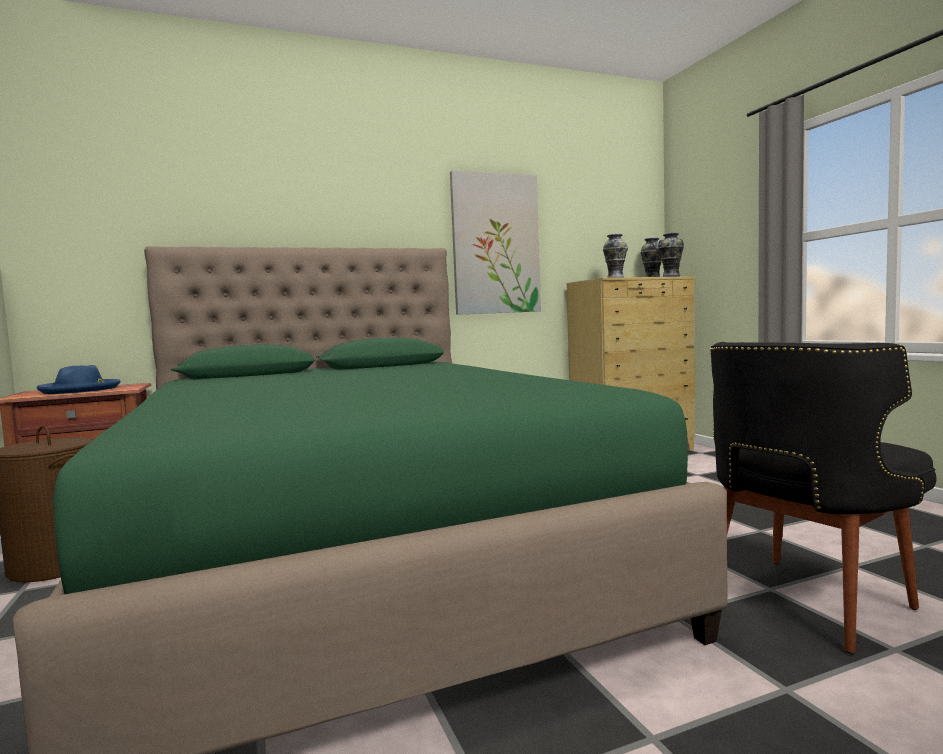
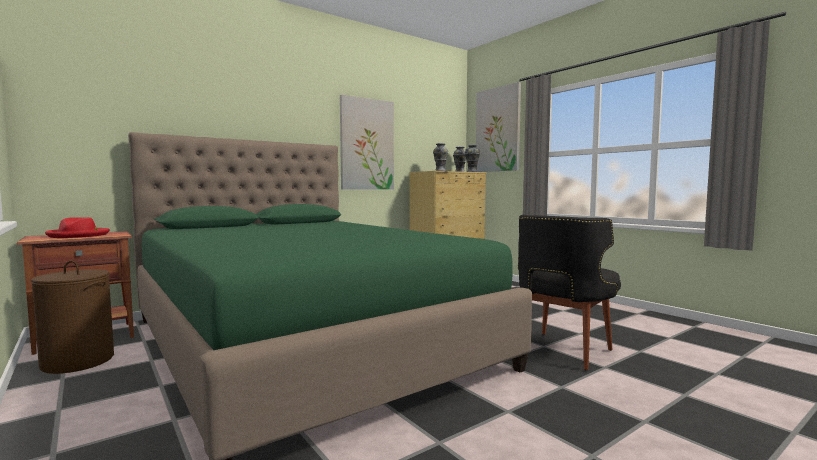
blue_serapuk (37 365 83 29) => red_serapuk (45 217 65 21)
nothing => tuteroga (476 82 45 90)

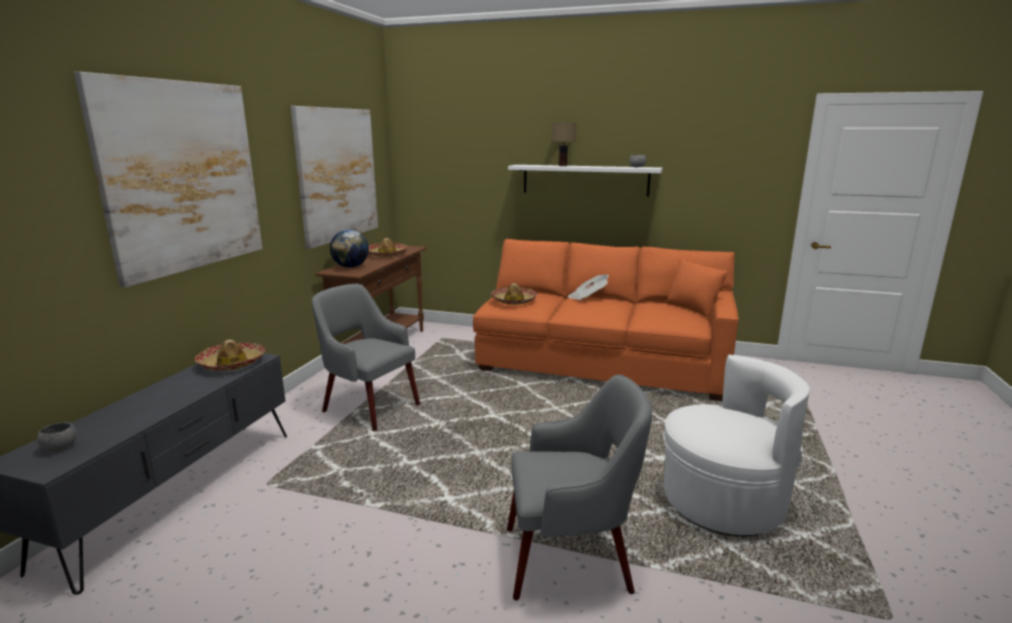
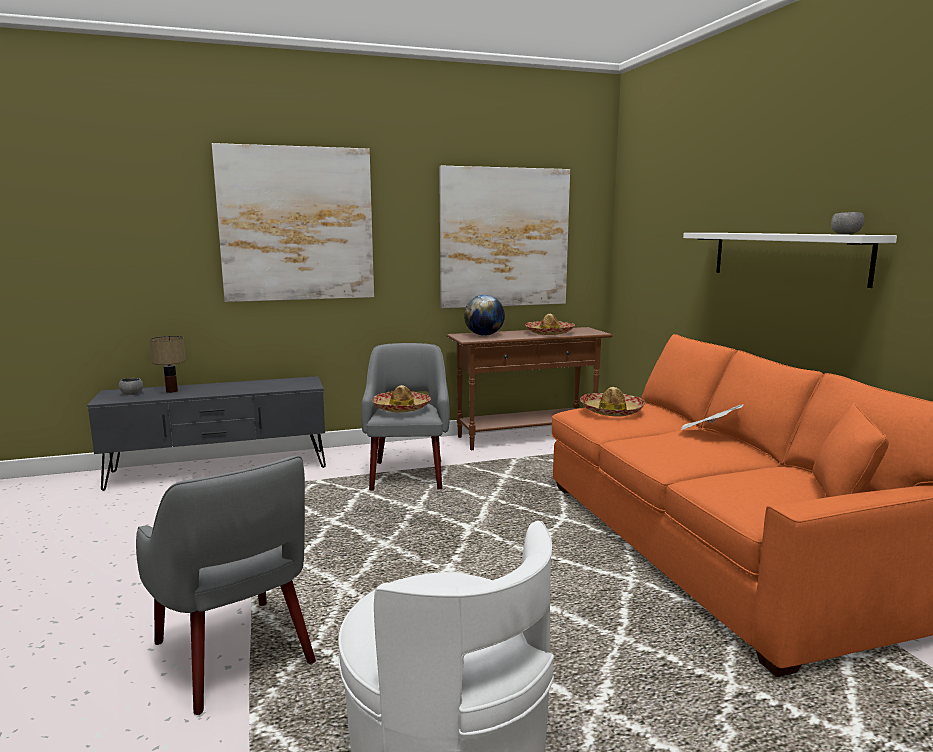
serapuk (195 340 70 31) => serapuk (372 385 59 28), moved
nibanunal (552 123 24 43) => nibanunal (149 336 37 57), moved

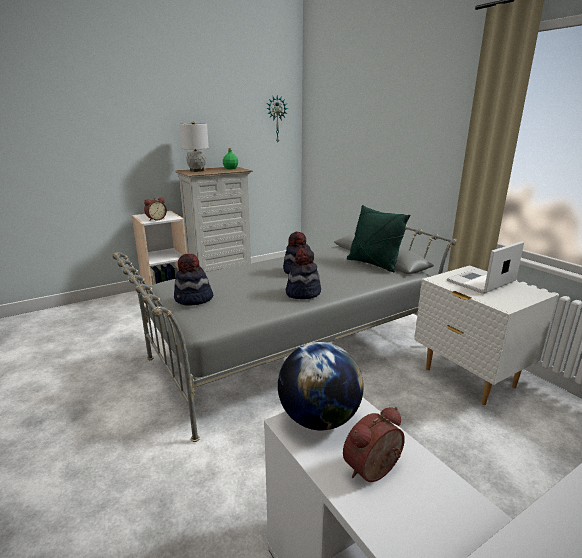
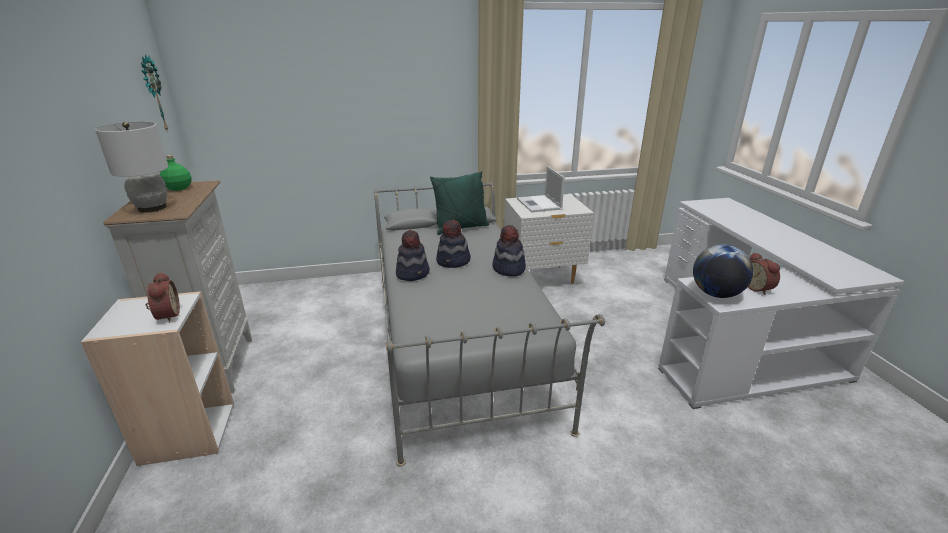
serapuk (174 254 39 52) => serapuk (396 230 34 51), moved

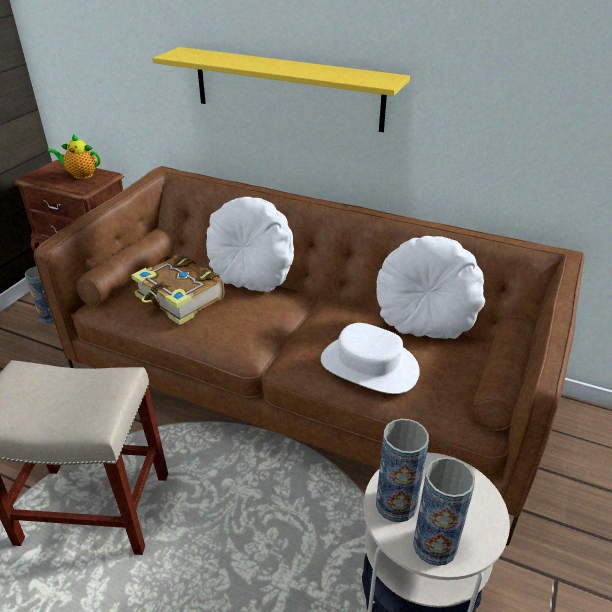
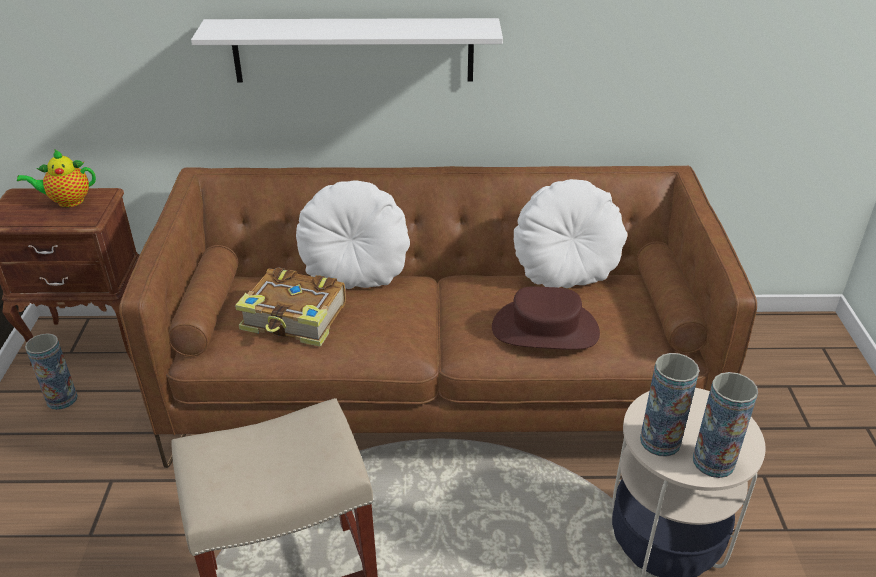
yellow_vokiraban (152 47 258 85) => white_vokiraban (191 18 312 64)
white_serapuk (321 323 99 71) => brown_serapuk (492 286 108 64)

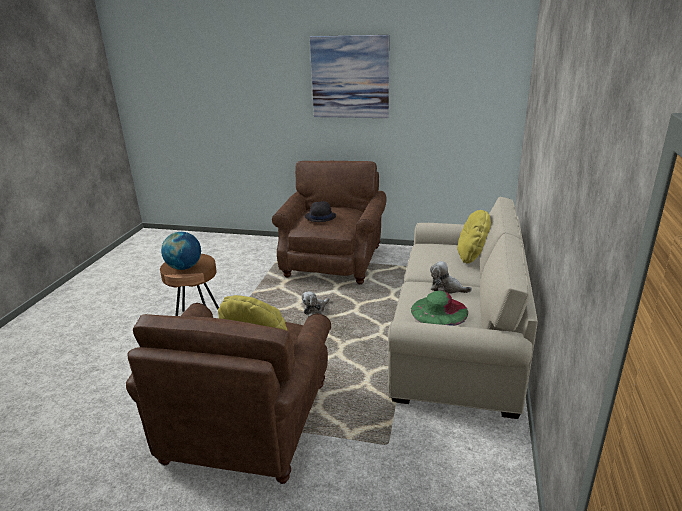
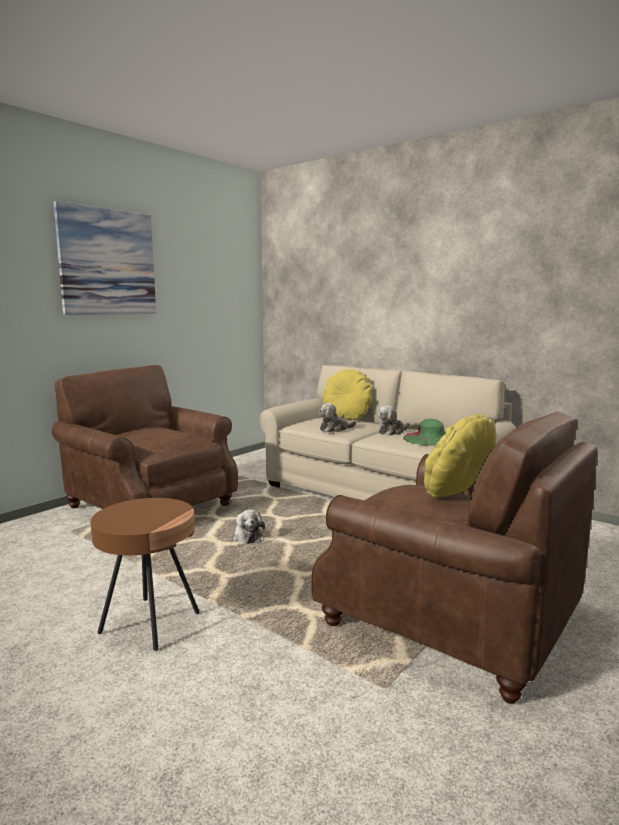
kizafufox (161 232 40 38) => nothing
black_serapuk (305 201 31 21) => nothing
nothing => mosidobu (319 403 37 29)

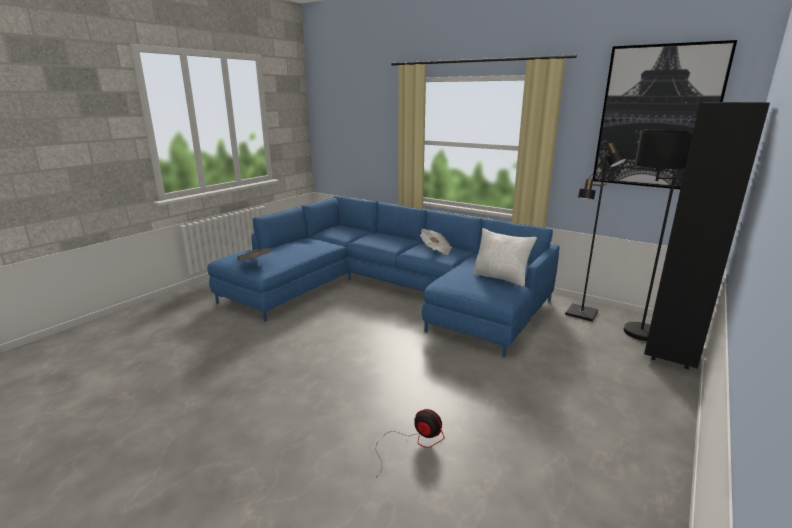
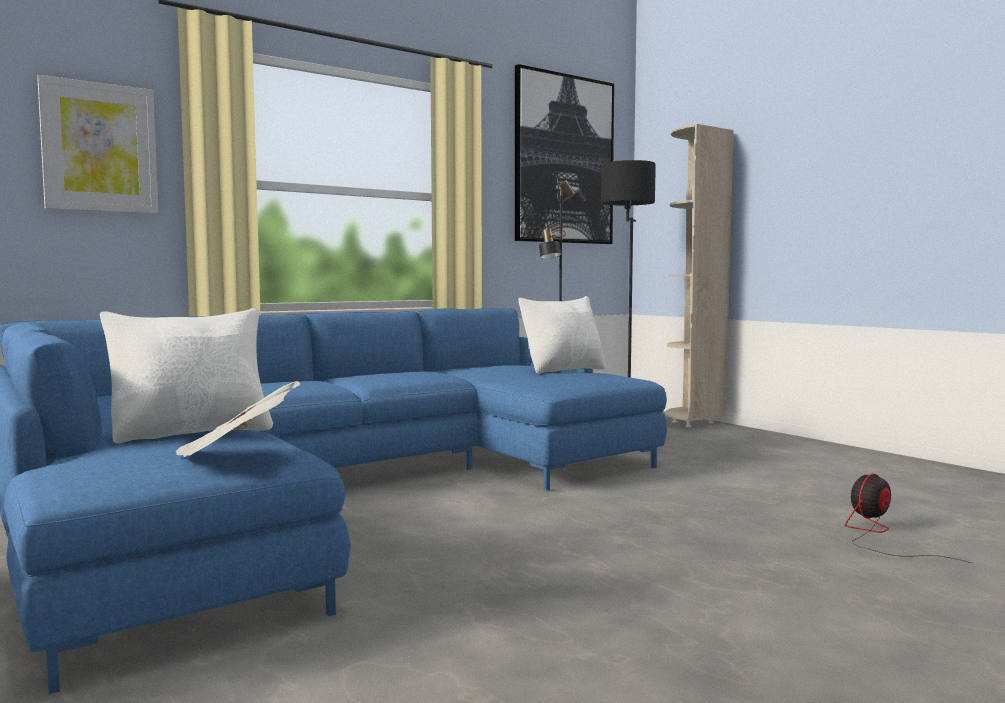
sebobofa (420 229 32 26) => nothing
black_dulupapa (644 102 126 267) => beige_dulupapa (665 124 69 303)
nothing => tuteroga (37 75 121 139)
nothing => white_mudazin (100 308 173 136)

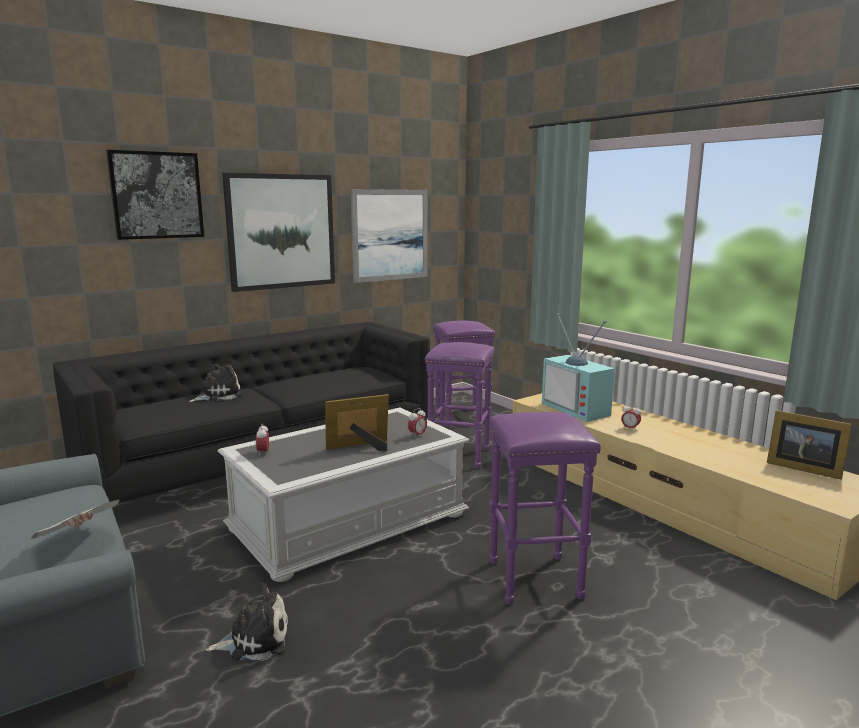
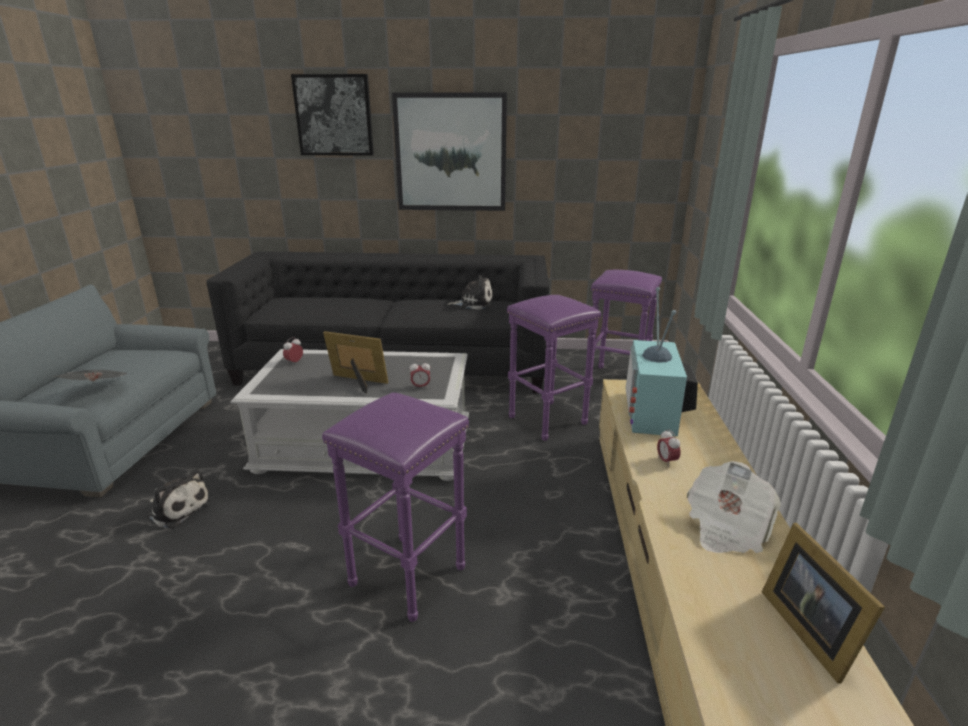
mosidobu (189 363 54 39) => mosidobu (447 275 45 35), moved
tuteroga (350 189 78 94) => nothing
nothing => sebobofa (686 461 95 92)

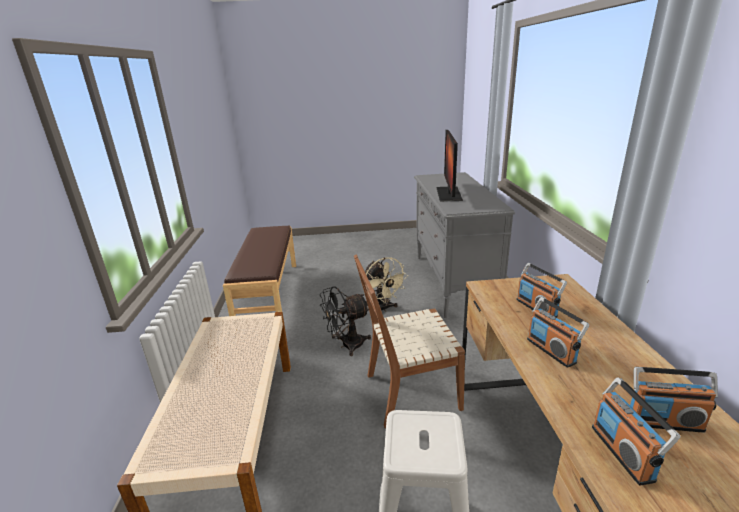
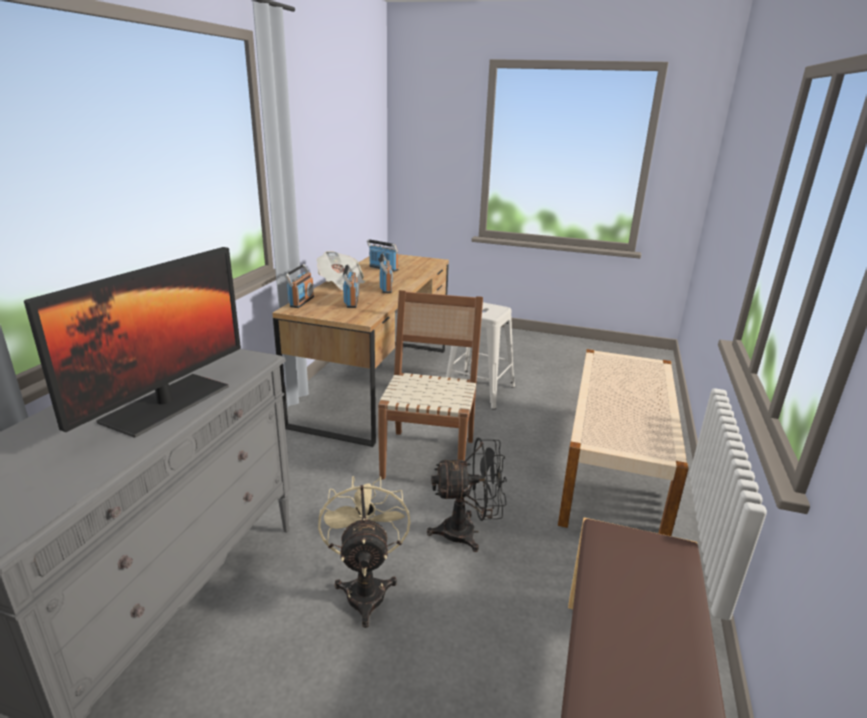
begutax (354 254 111 174) => begutax (378 290 105 190), 90 degrees counterclockwise
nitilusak (592 377 88 109) => nitilusak (284 264 30 44), moved
nothing => sebobofa (316 251 49 39)

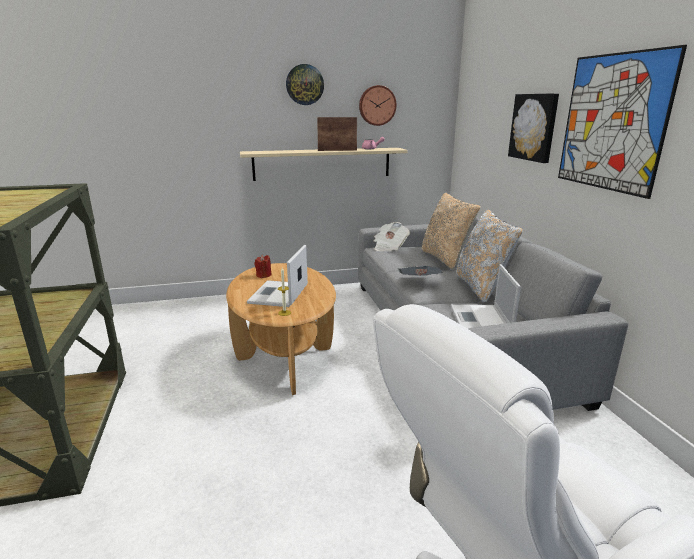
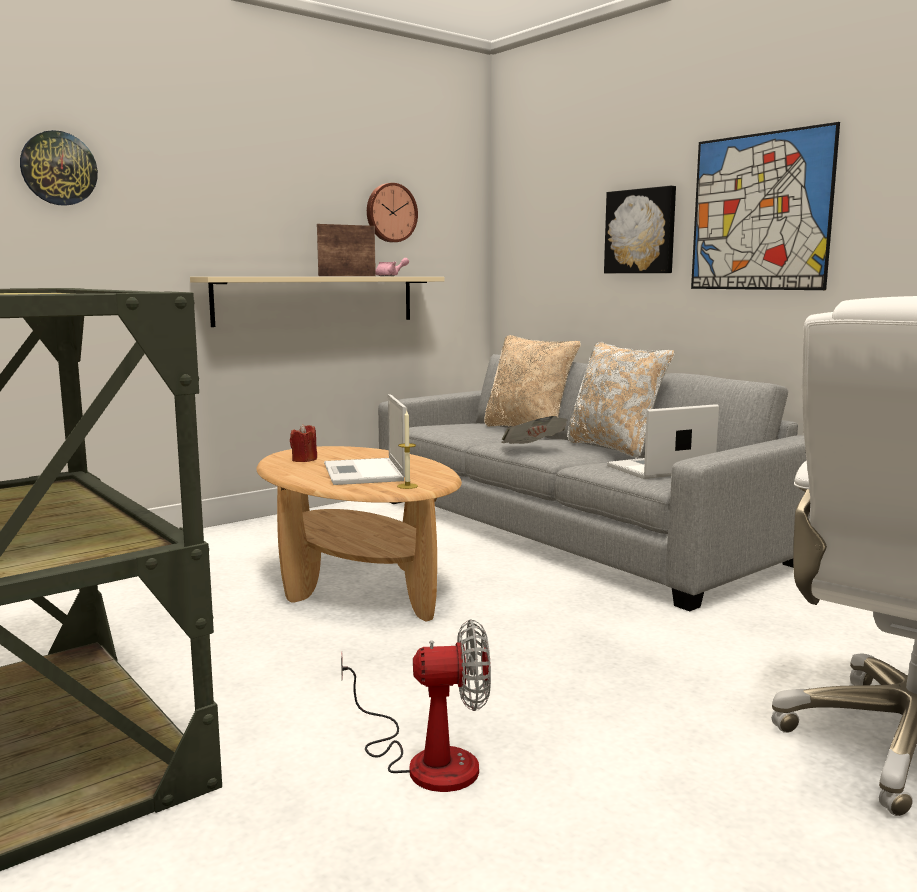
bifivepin (286 64 38 41) => bifivepin (20 130 78 76), moved
sebobofa (374 222 36 29) => nothing
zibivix (451 264 70 65) => zibivix (607 404 112 75), 90 degrees clockwise
nothing => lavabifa (341 619 150 173)

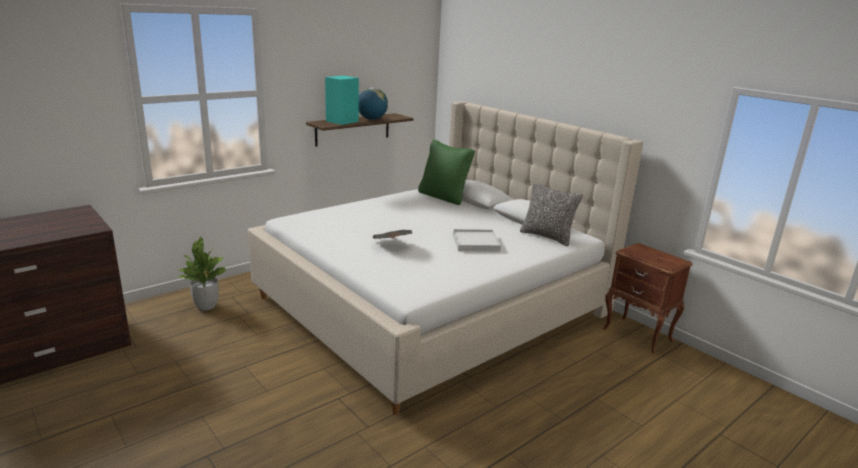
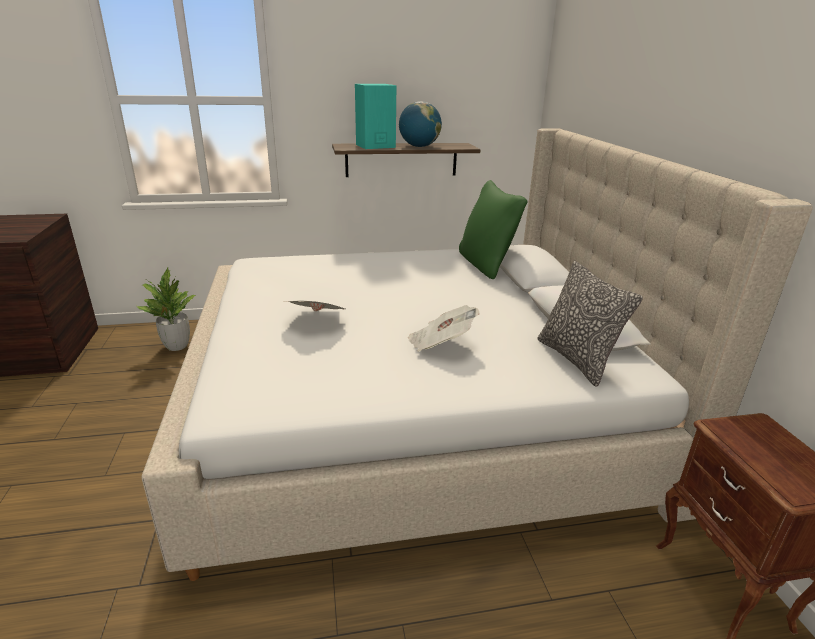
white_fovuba (453 229 48 23) => sebobofa (408 305 71 47)

